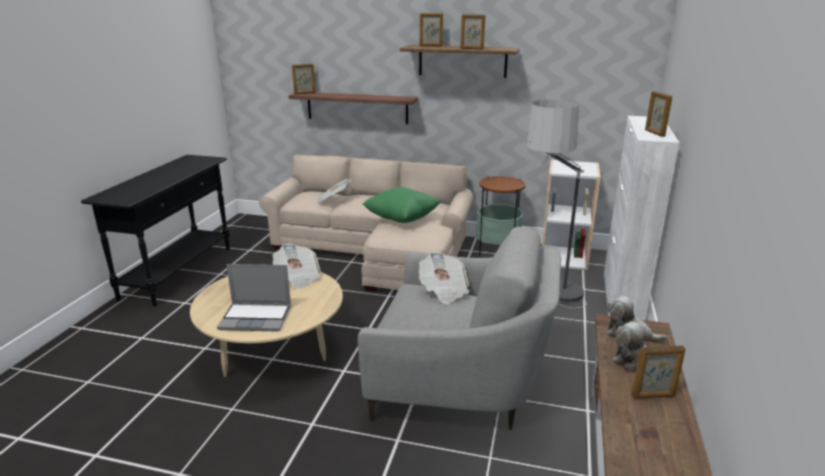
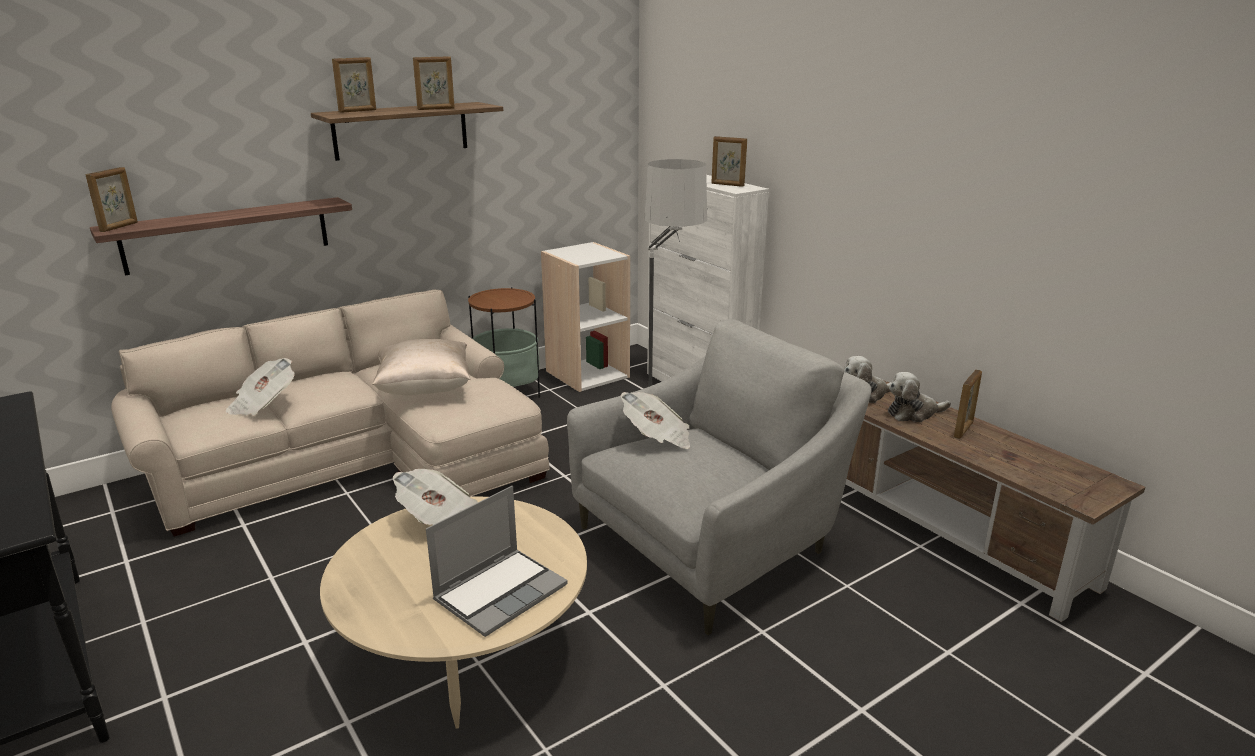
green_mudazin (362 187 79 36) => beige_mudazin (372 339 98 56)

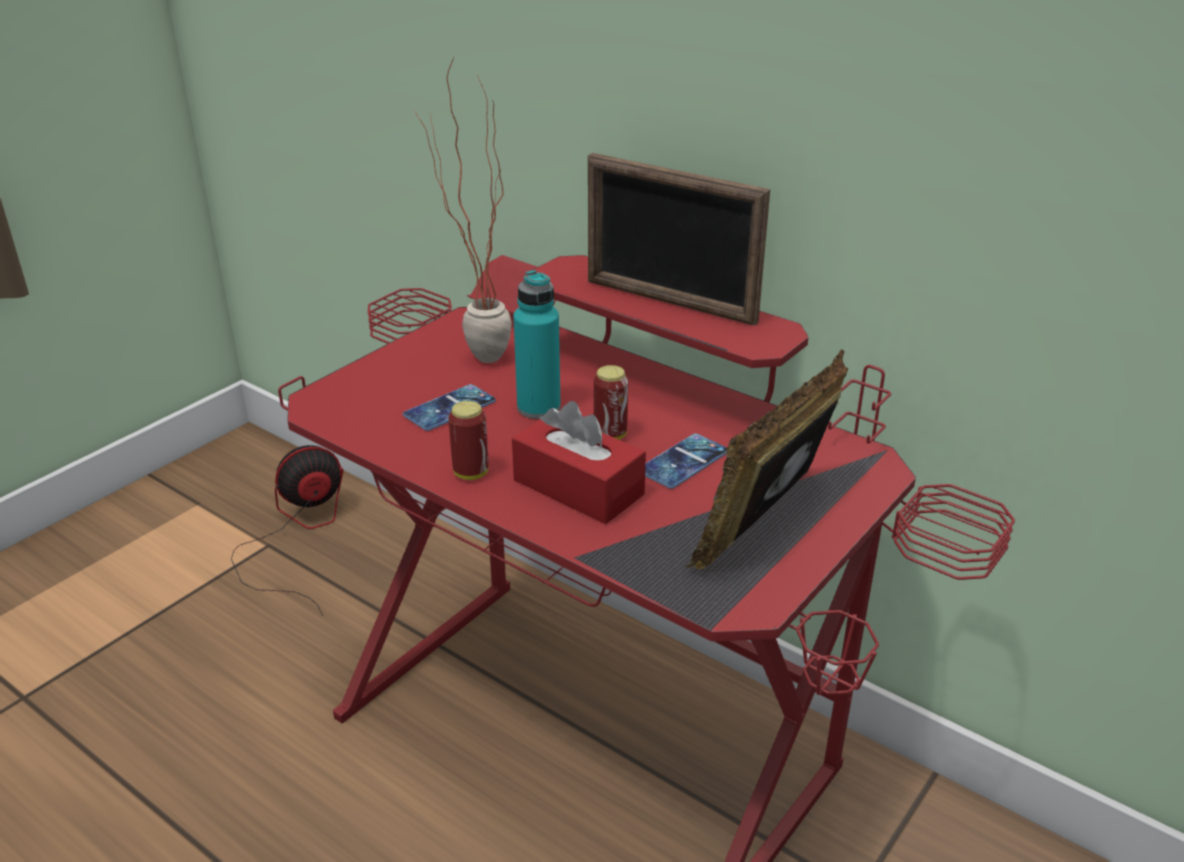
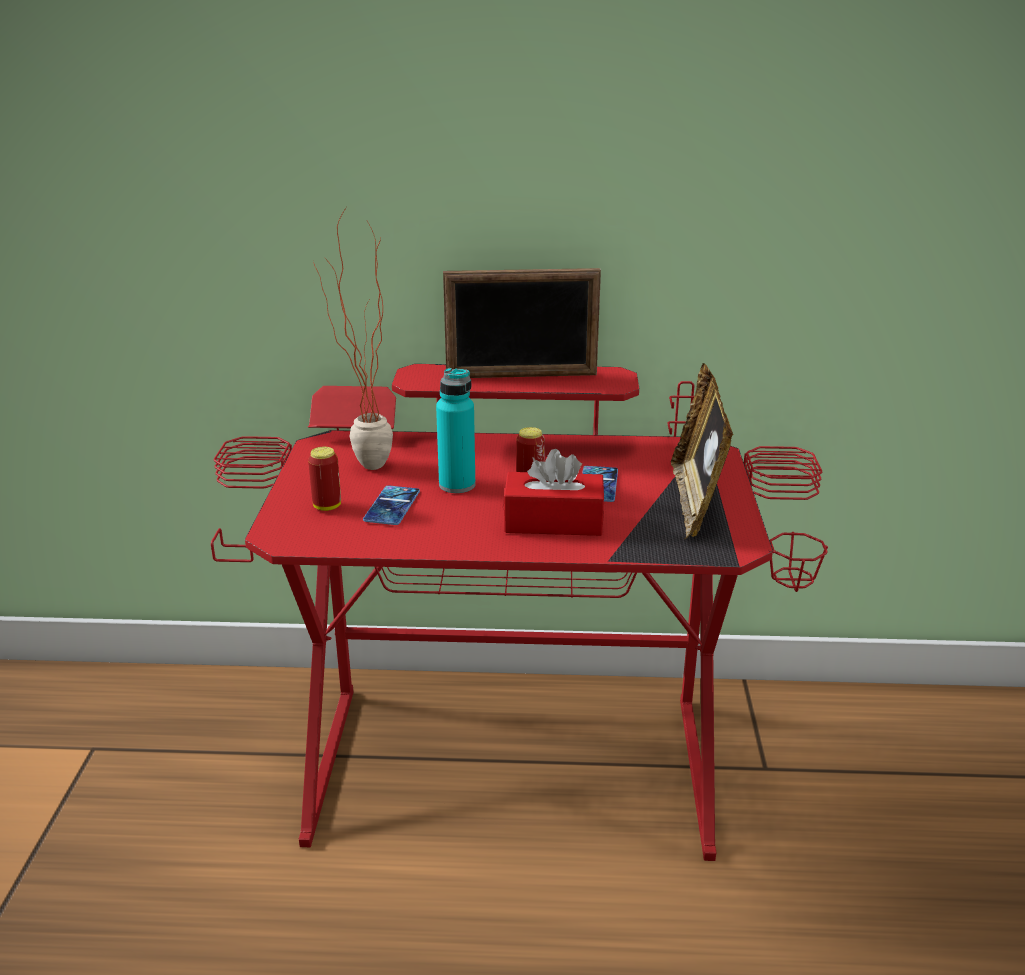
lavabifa (231 445 112 171) => nothing
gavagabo (448 401 41 79) => gavagabo (308 447 33 64), moved

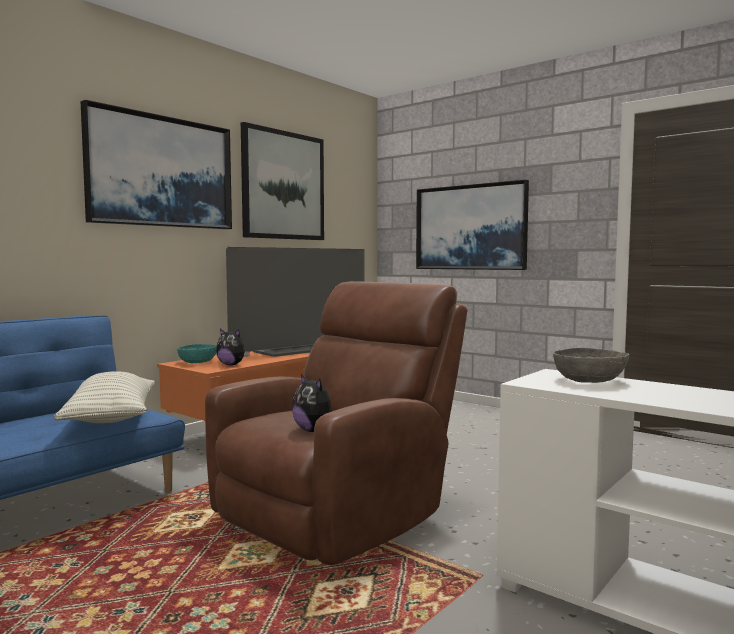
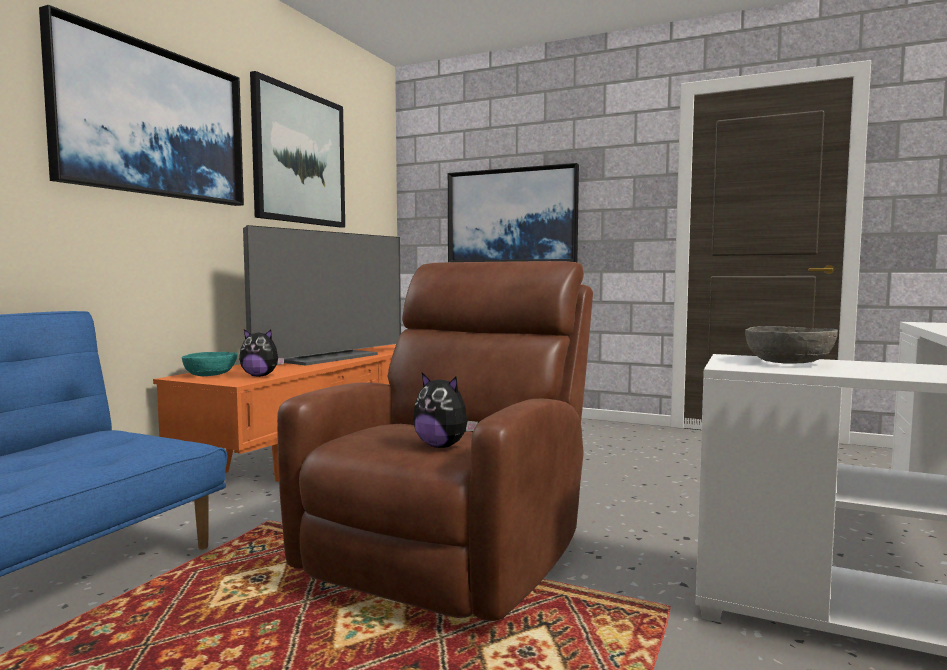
mudazin (54 371 101 52) => nothing

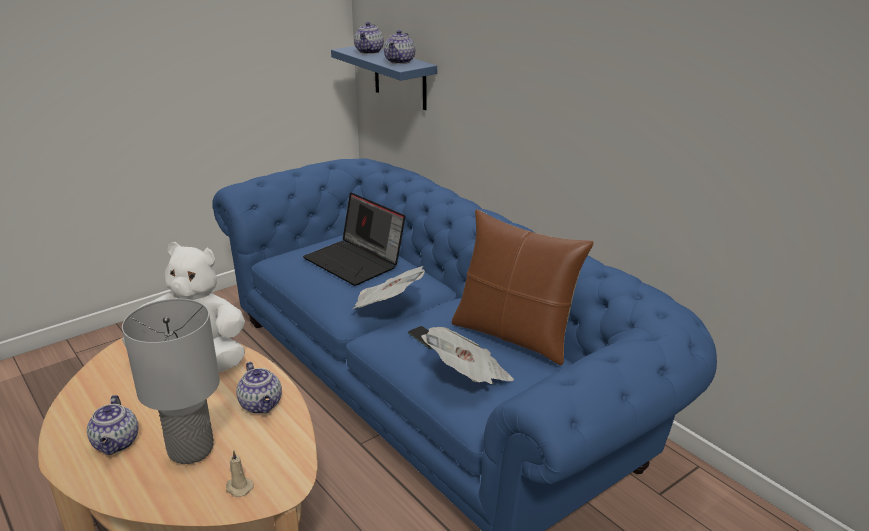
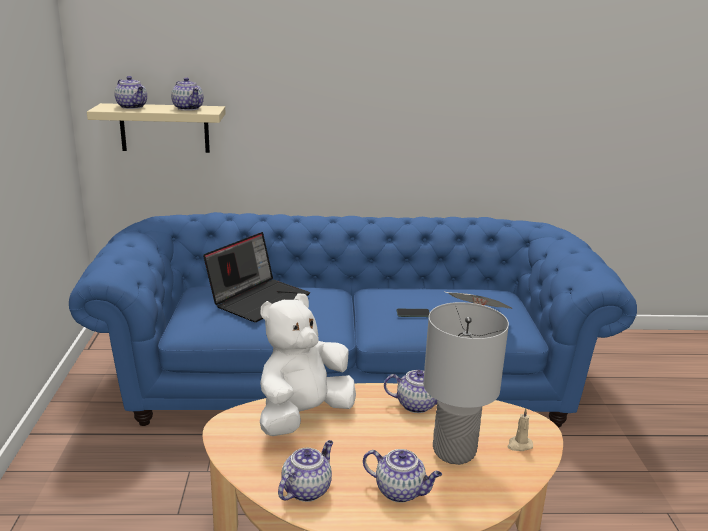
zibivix (303 192 102 94) => zibivix (203 232 107 90), 45 degrees counterclockwise
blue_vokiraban (331 46 106 64) => beige_vokiraban (87 103 139 50)
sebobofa (353 266 72 43) => nothing
brown_mudazin (452 209 142 156) => nothing
nothing => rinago (278 440 55 62)

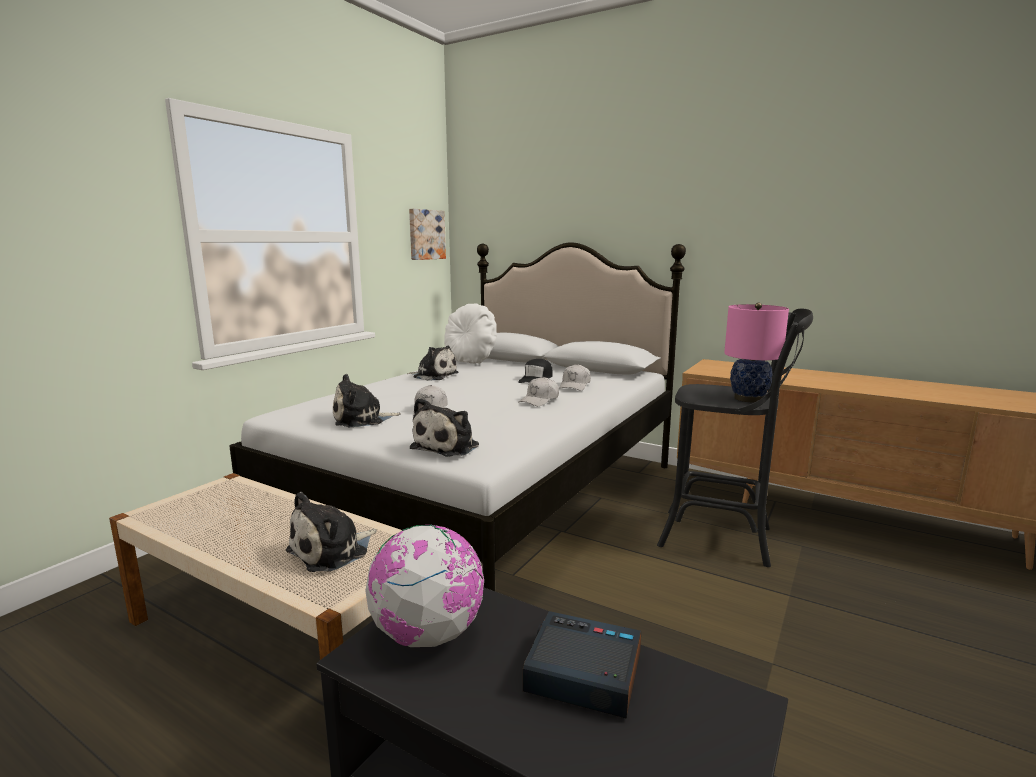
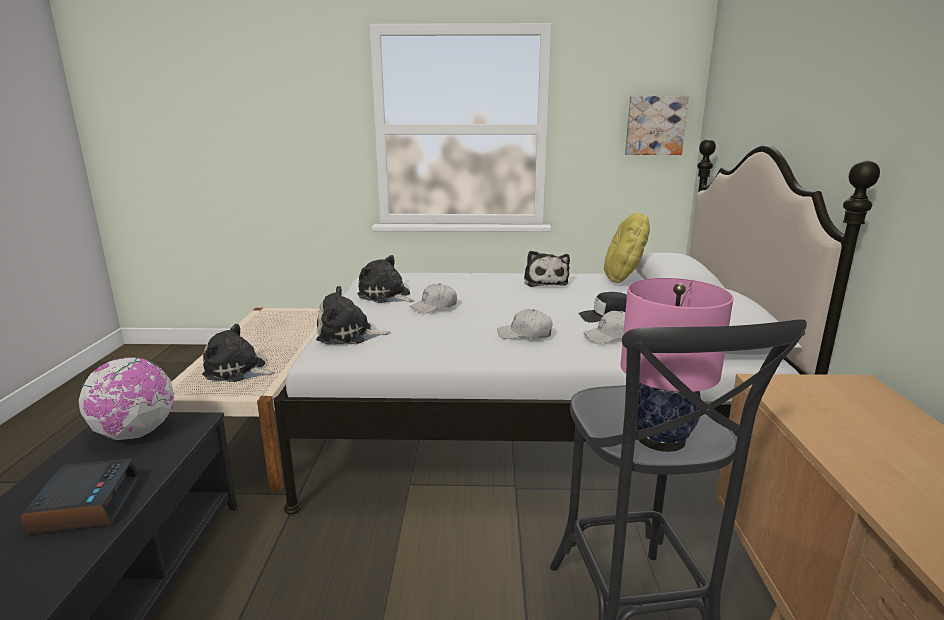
white_mudazin (444 303 53 61) => yellow_mudazin (604 212 46 71)

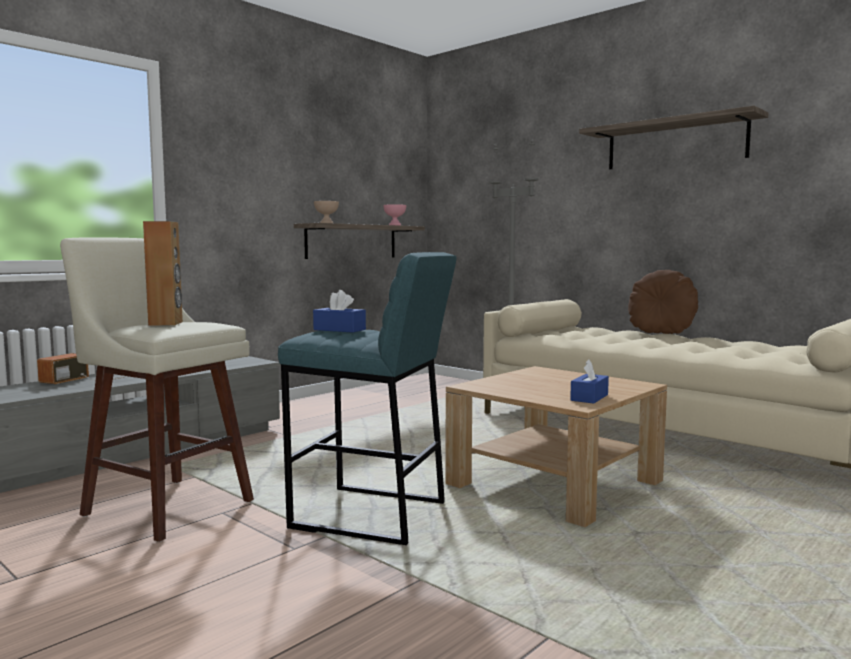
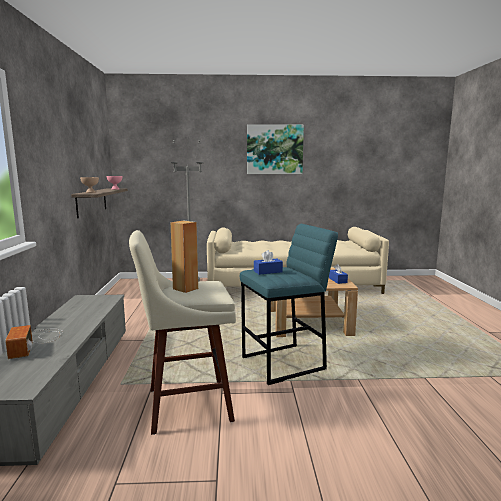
vokiraban (579 106 190 63) => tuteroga (247 124 57 50)
brown_mudazin (628 270 70 64) => nothing

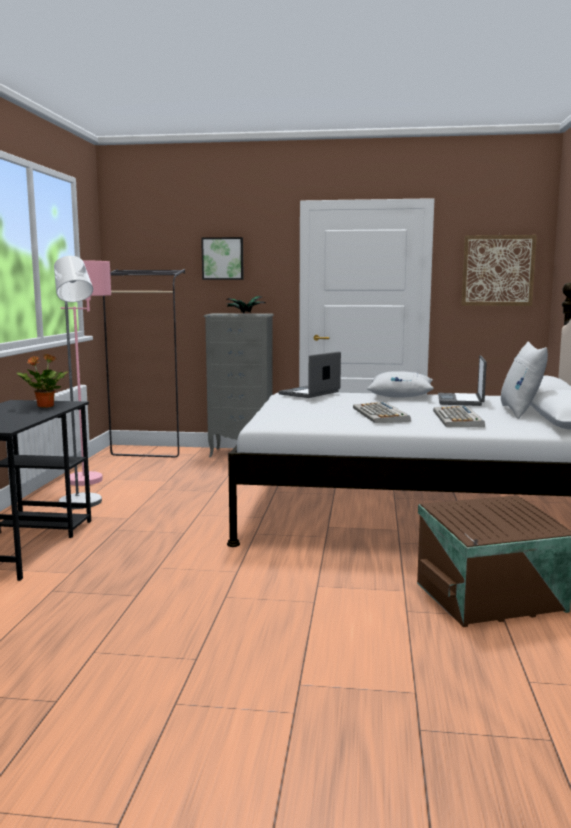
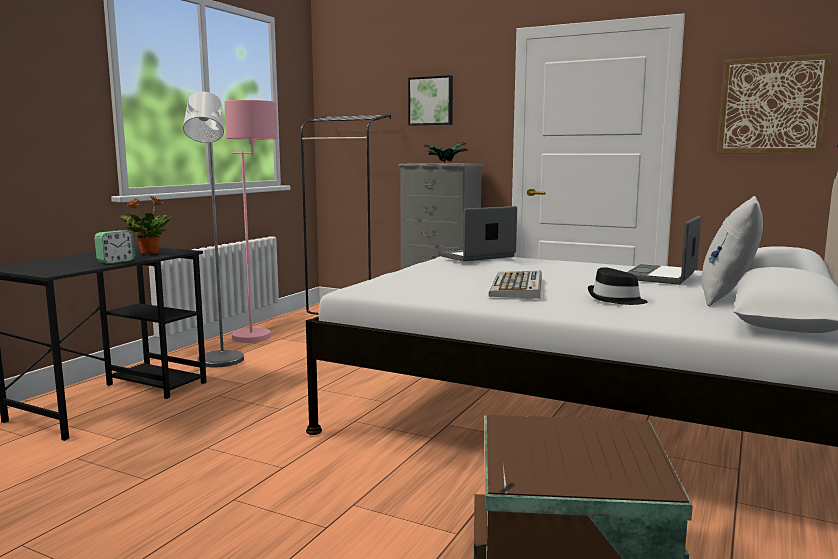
grey_mudazin (367 371 67 27) => nothing
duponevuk (433 406 52 21) => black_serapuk (588 267 59 38)
nothing => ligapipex (94 230 41 34)

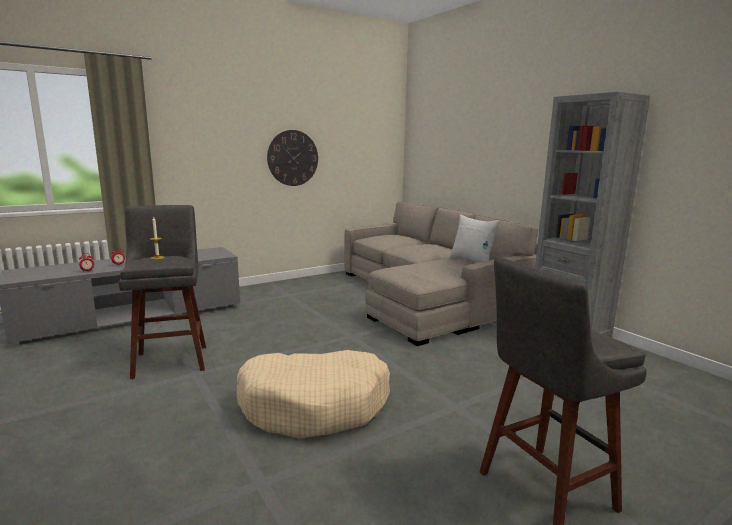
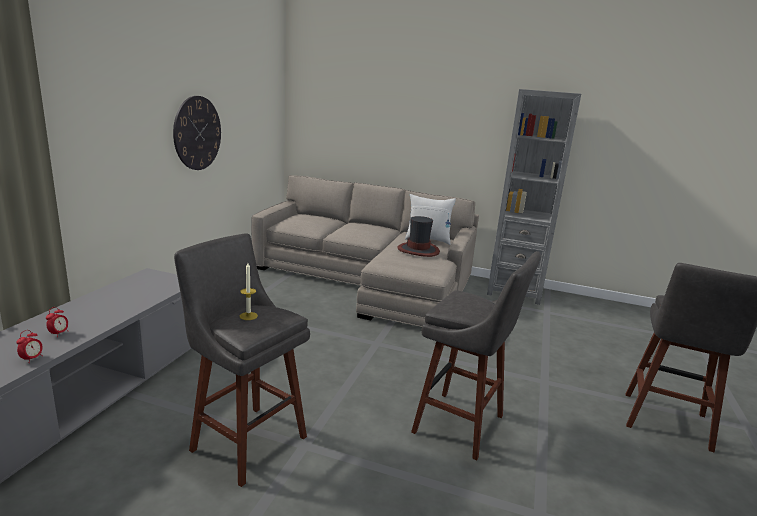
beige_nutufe (236 350 154 89) => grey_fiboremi (411 251 130 209)
nothing => serapuk (397 216 43 41)

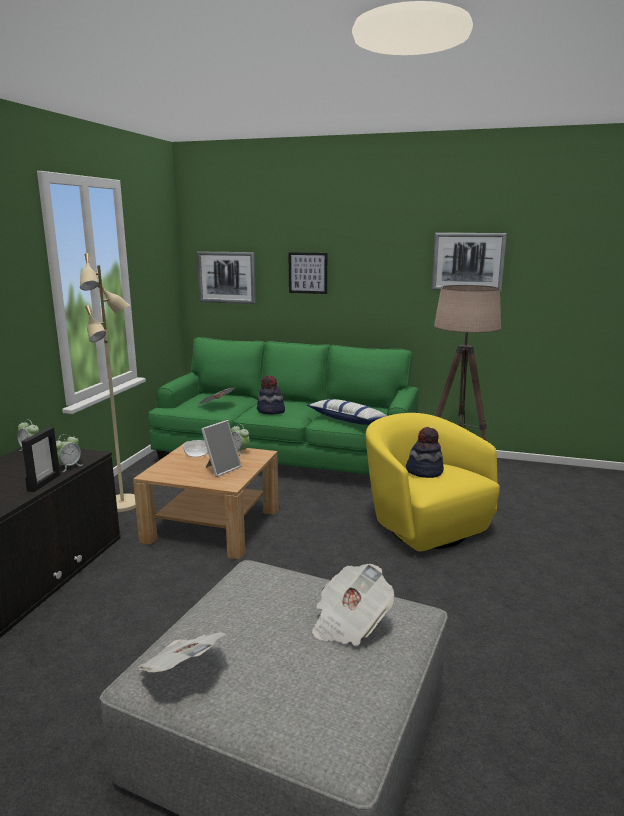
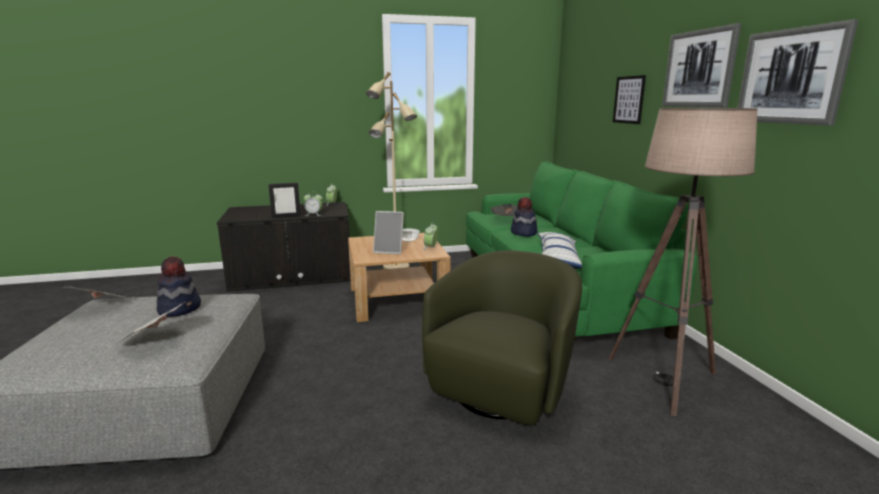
tuteroga (197 251 59 53) => tuteroga (662 23 79 84), moved
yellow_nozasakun (366 413 134 138) => green_nozasakun (422 250 160 176)
serapuk (406 427 38 51) => serapuk (157 256 44 61), moved

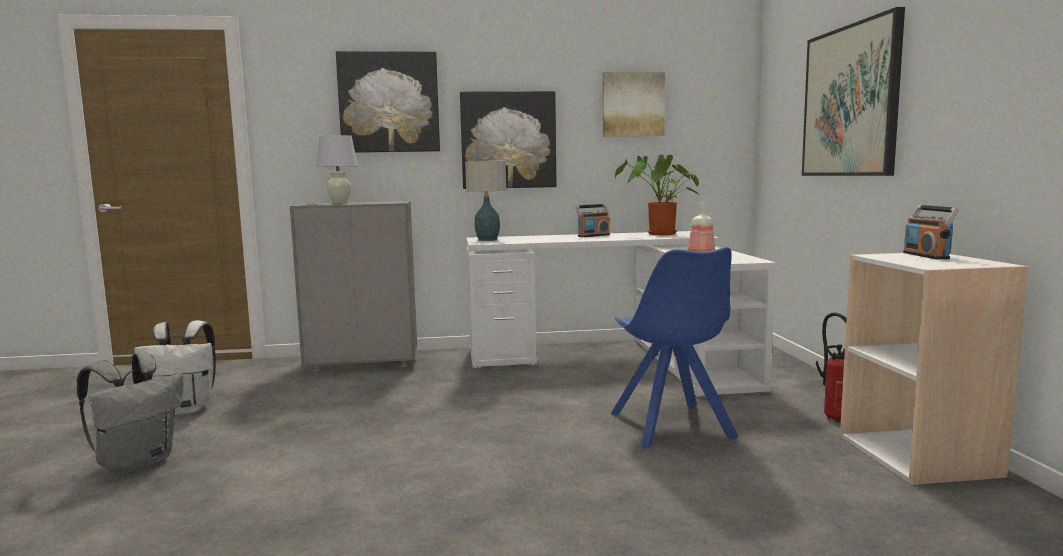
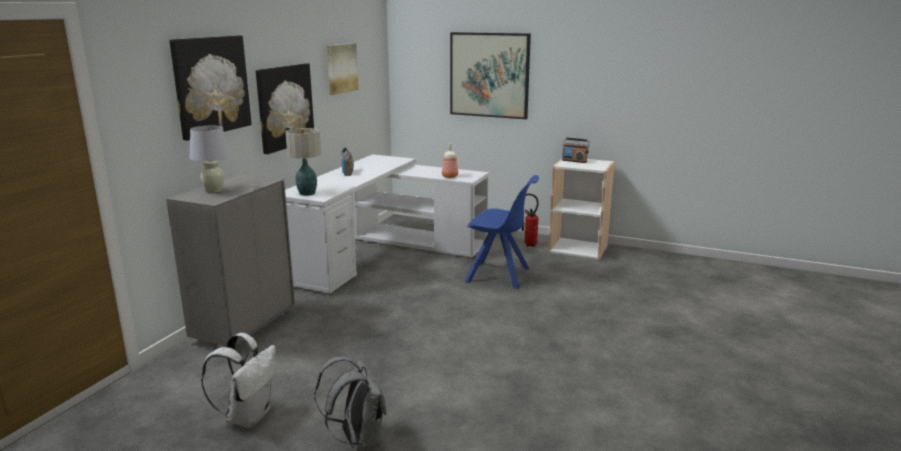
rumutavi (615 154 86 81) => nothing

